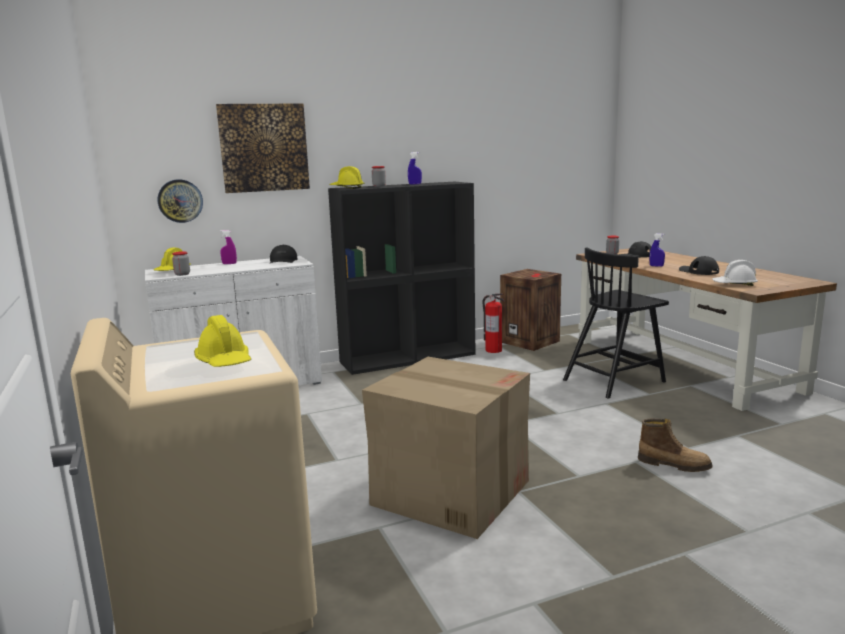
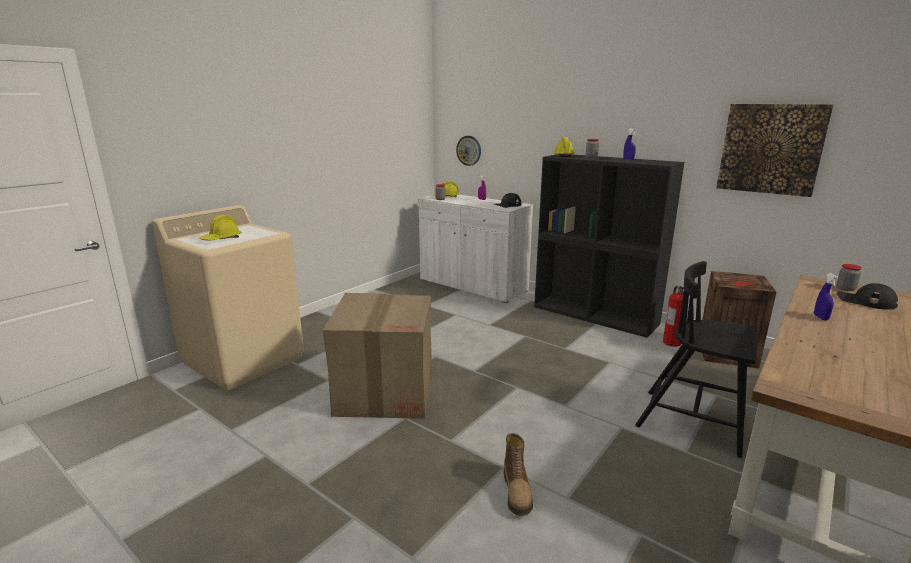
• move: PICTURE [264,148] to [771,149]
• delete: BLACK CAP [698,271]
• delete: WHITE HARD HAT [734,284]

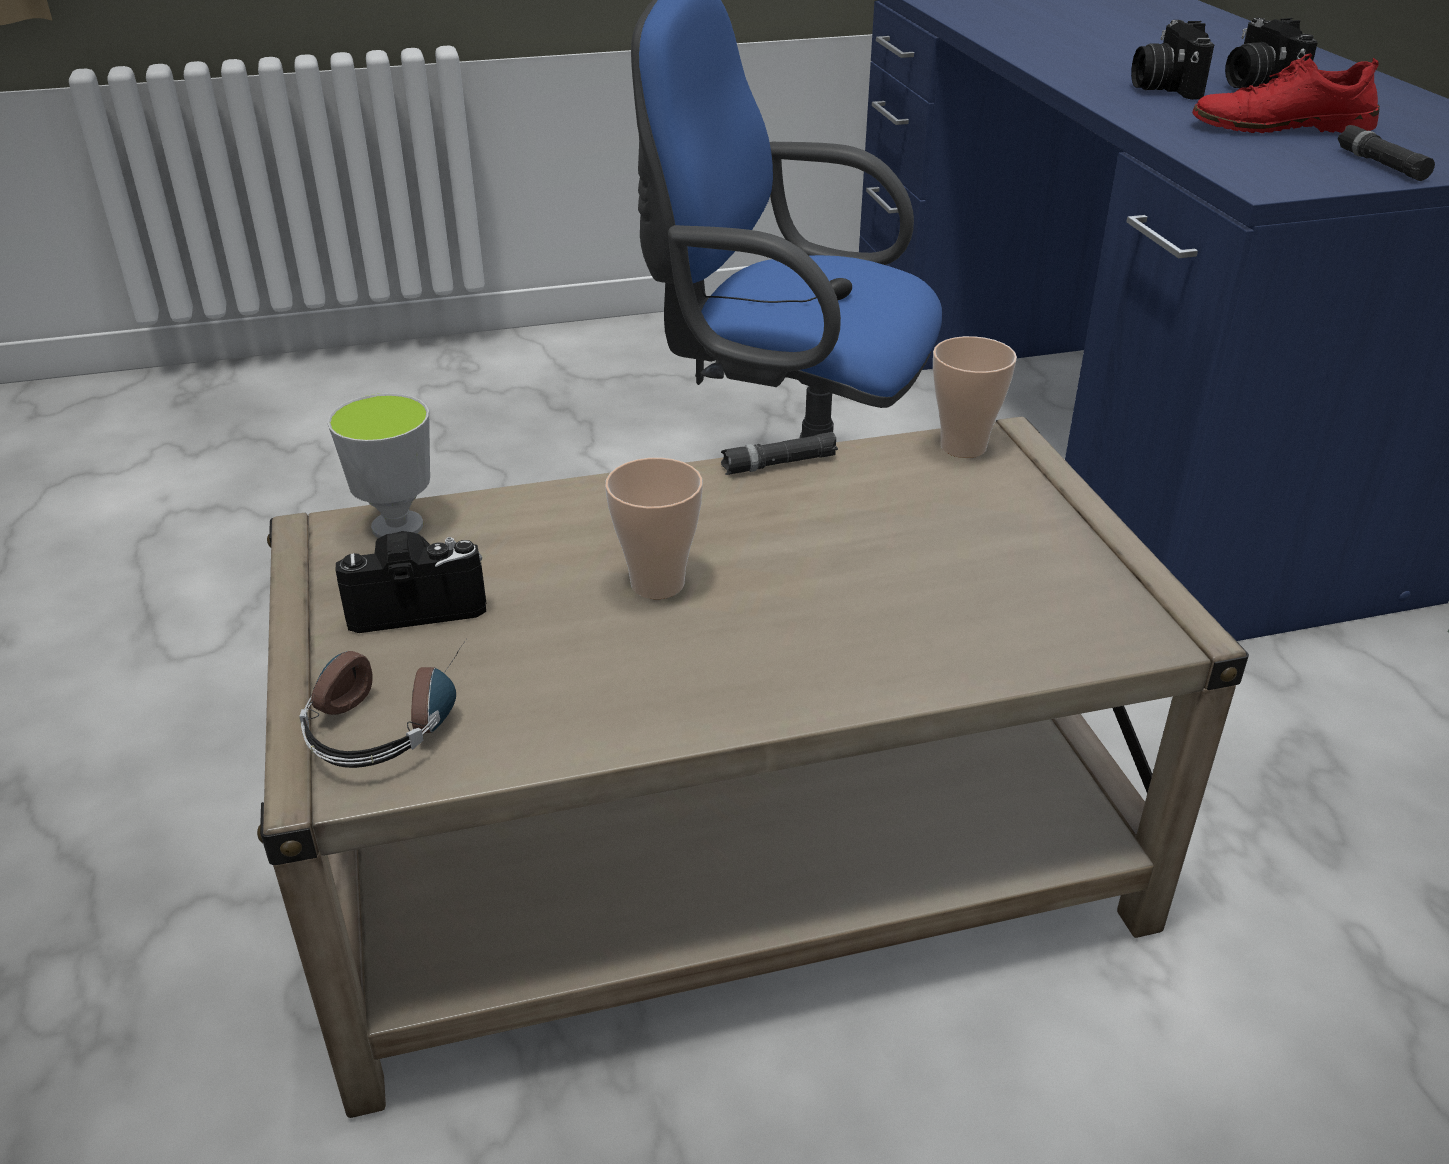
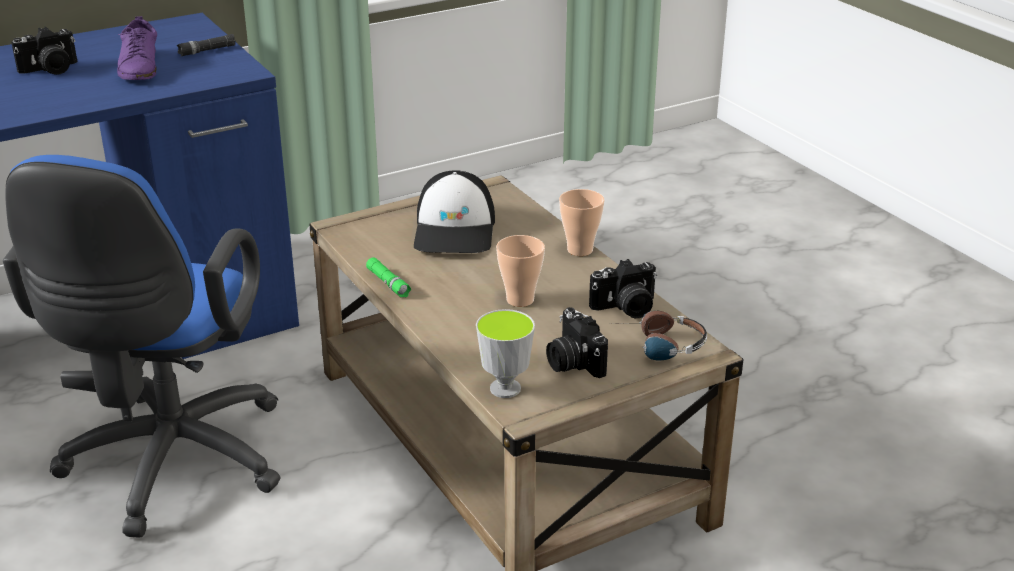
• recolor: RED SHOE [1281,126] to PURPLE SHOE [140,67]
• recolor: BLACK FLASHLIGHT [779,463] to GREEN FLASHLIGHT [388,283]
• insert: CAP [455,231]
• move: CUP [963,447] to [580,250]
• move: PHOTO CAMERA [1163,87] to [626,308]

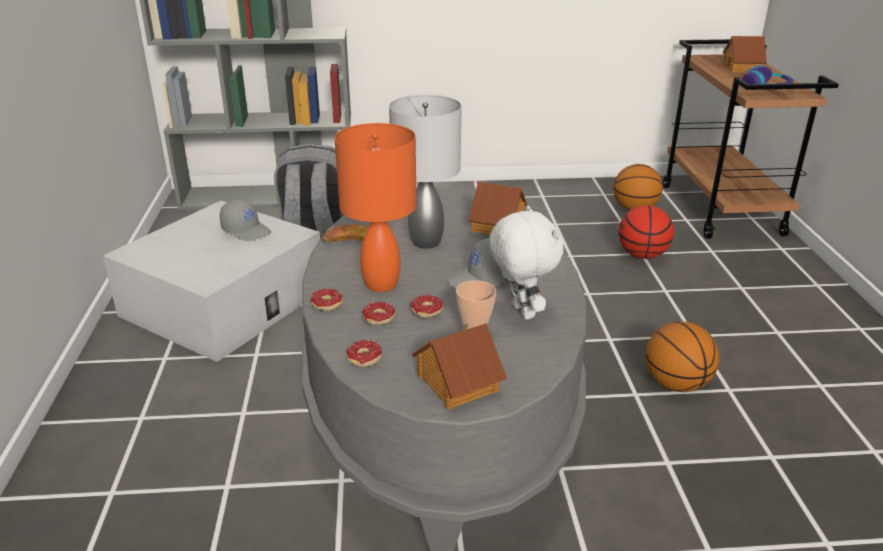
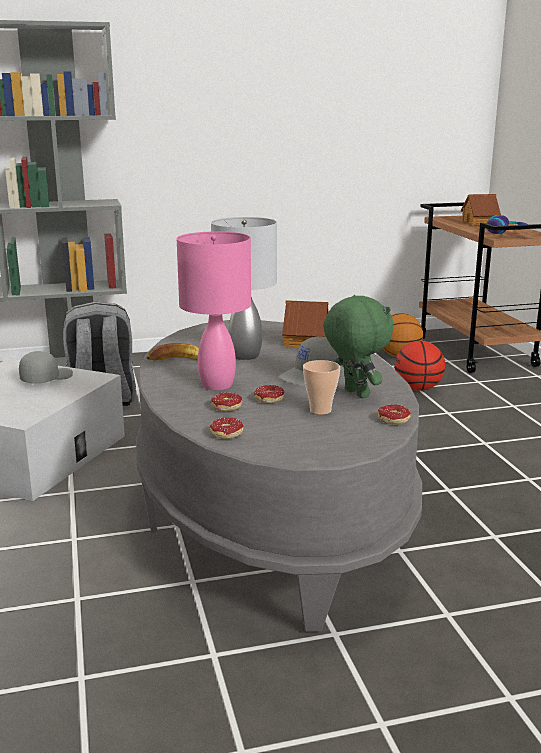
• rotate: GREY CAP [246,230] = [46,378] 75 degrees counterclockwise
• recolor: ORANGE TABLE LAMP [381,283] to PINK TABLE LAMP [217,384]
• recolor: WHITE PLUSH TOY [520,312] to GREEN PLUSH TOY [354,394]
• move: DONUT [323,307] to [392,422]
• delete: TOY HOUSE [456,383]
• delete: BASKETBALL [676,384]

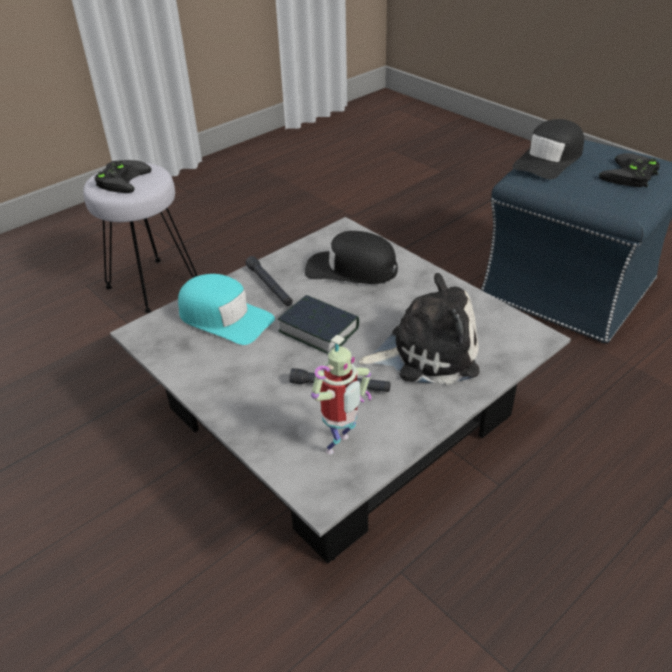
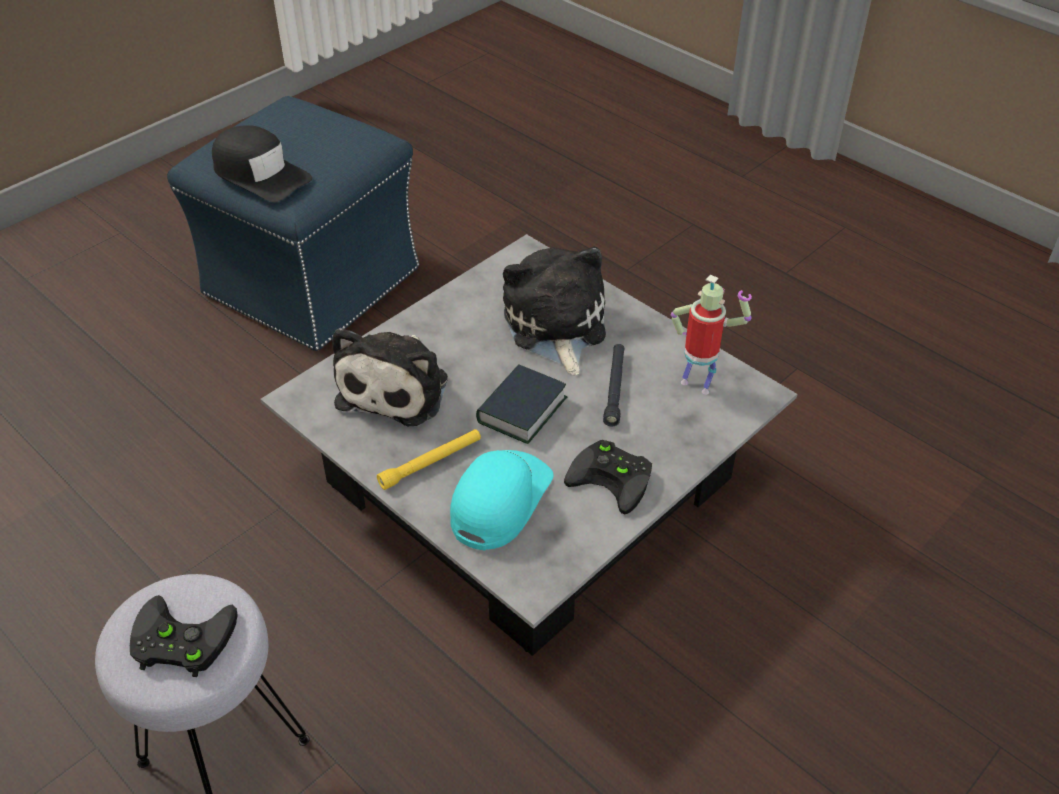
• replace: BLACK CAP [351,269] to PLUSH TOY [396,387]
• recolor: BLACK FLASHLIGHT [269,286] to YELLOW FLASHLIGHT [431,463]
• move: BLACK GAME CONTROLLER [631,176] to [614,478]

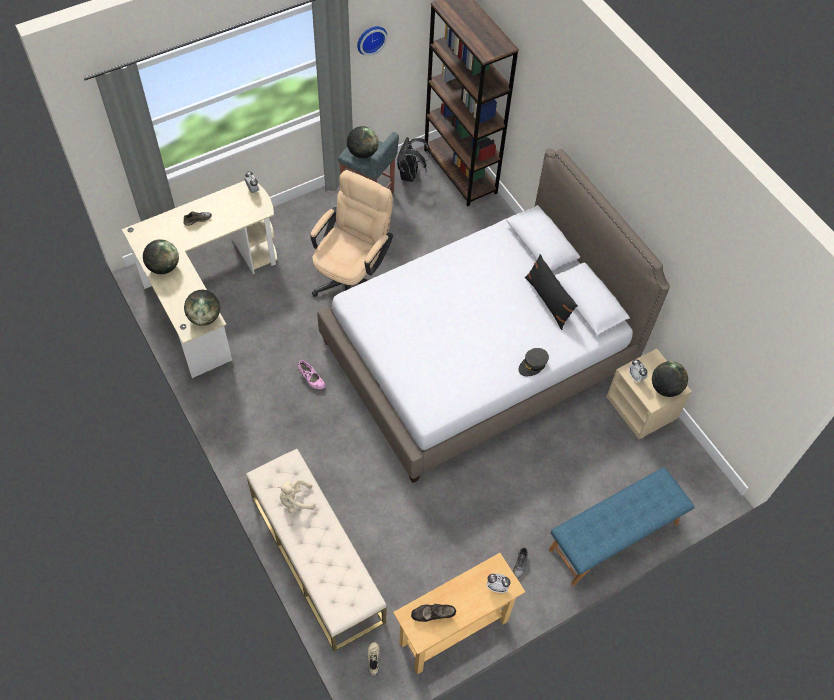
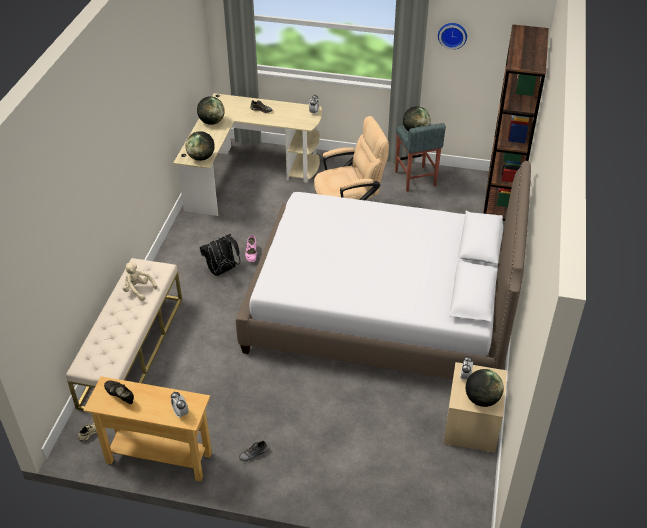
• move: BLACK BACKPACK [410,175] to [222,271]
• delete: GREY CAP [533,365]
• delete: BLACK PILLOW [548,301]
• delete: BLUE BENCH [614,537]

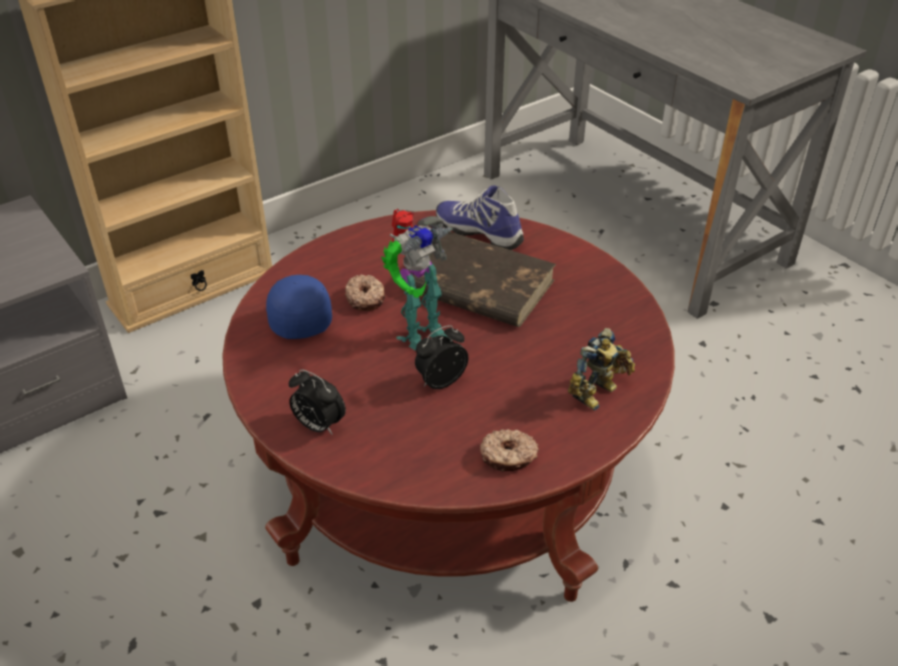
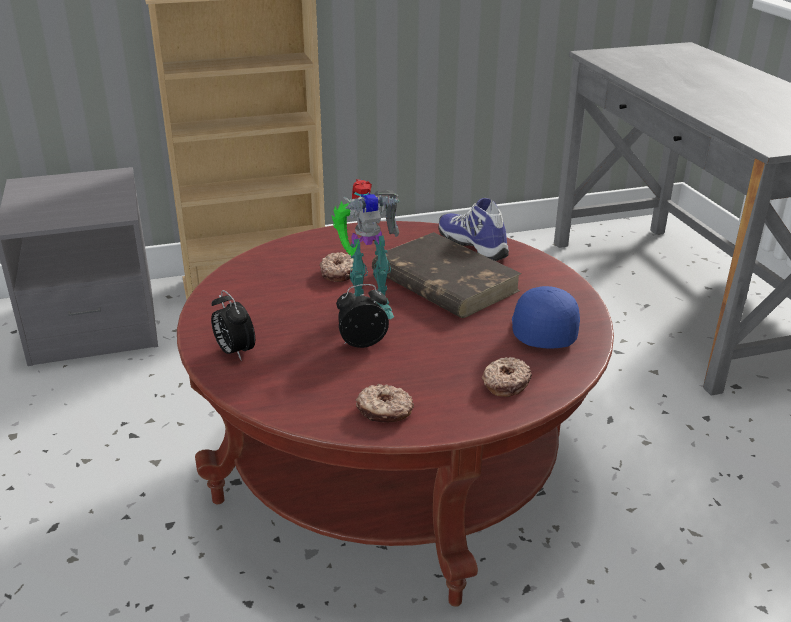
• replace: TOY ROBOT [599,394] to DONUT [505,383]
• move: BLUE CAP [297,315] to [541,329]

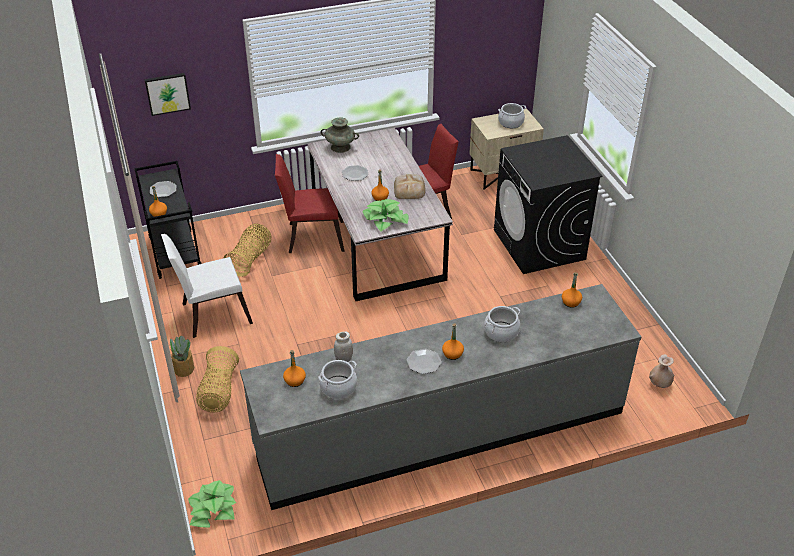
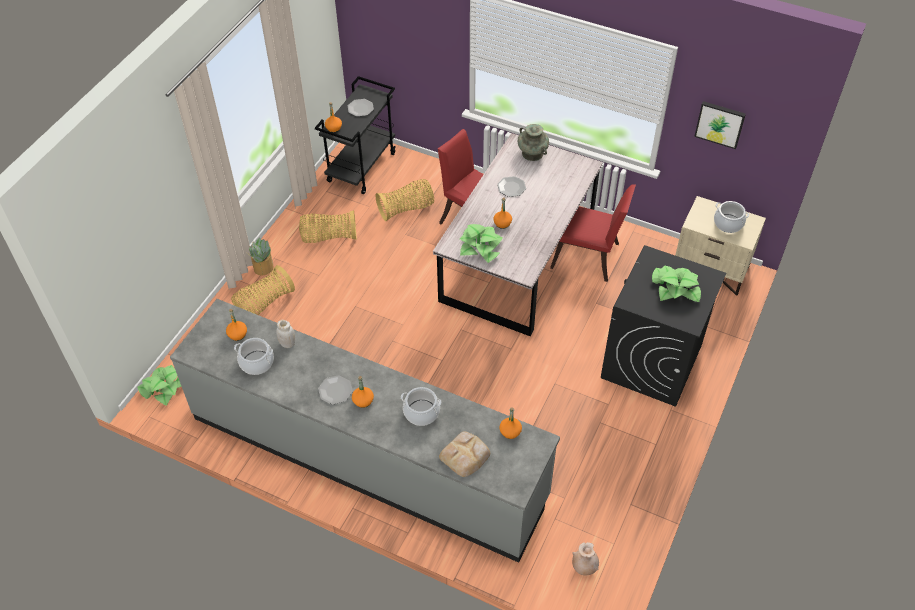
• replace: WHITE CHAIR [211,314] to BASKET [328,237]
• move: BREAD [409,189] to [465,455]
• insert: POTTED PLANT [675,288]
• move: PICTURE [167,93] to [720,124]

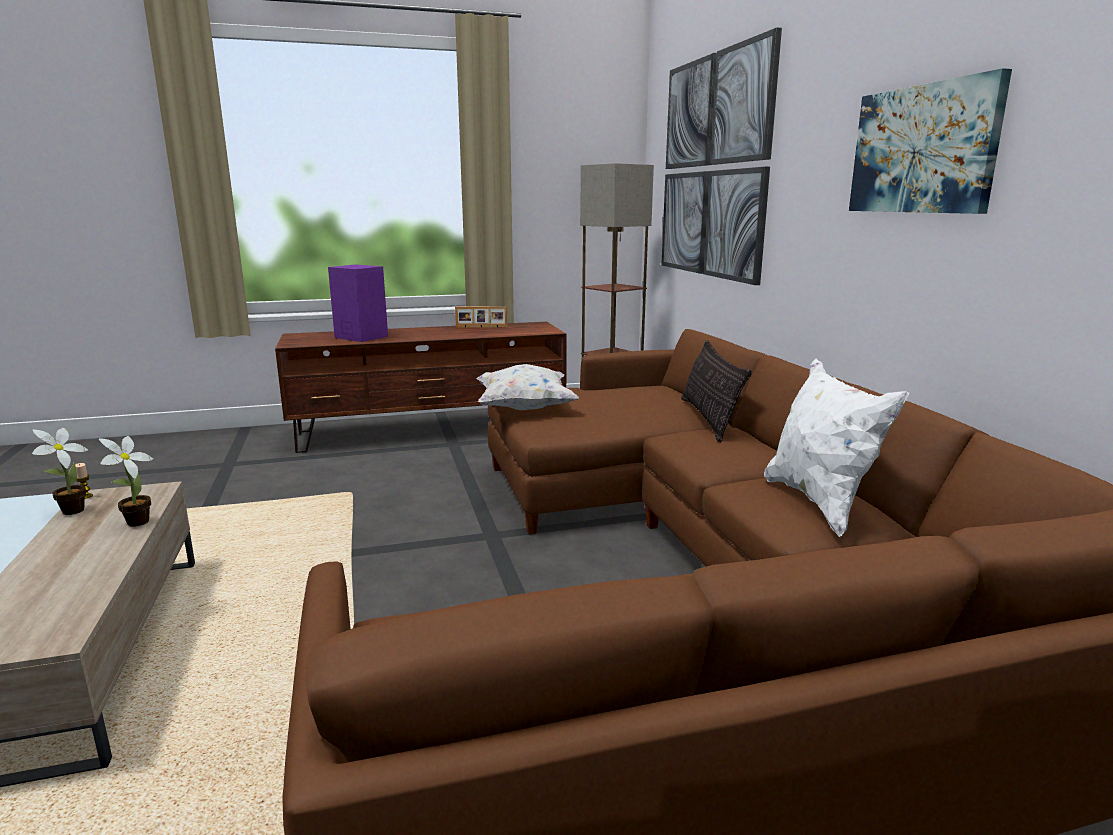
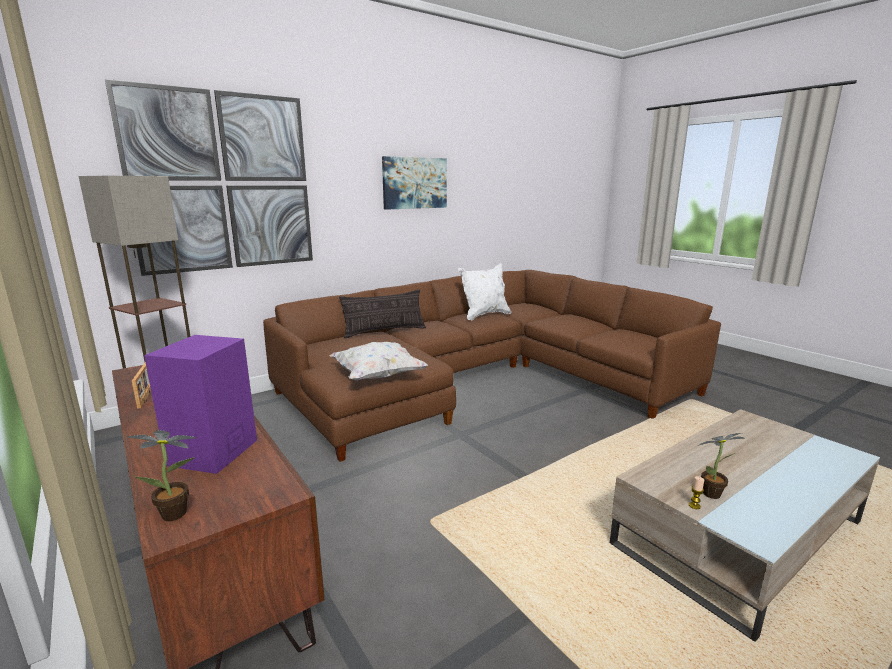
• move: POTTED PLANT [134,523] to [178,514]

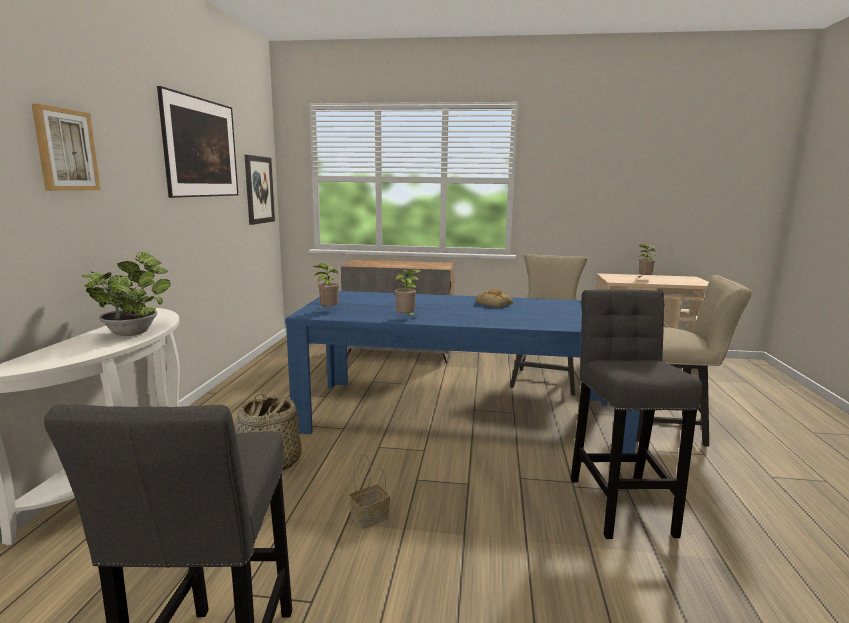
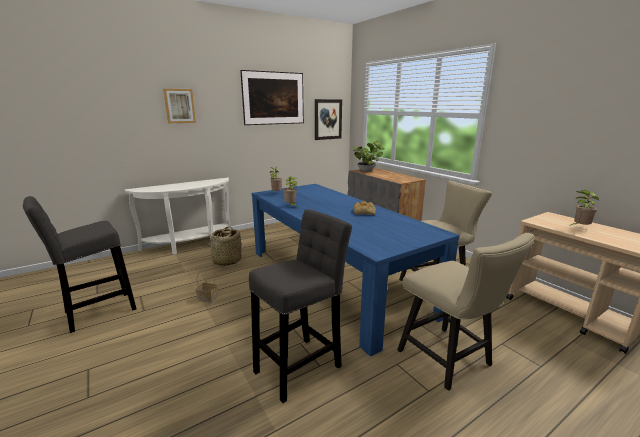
• move: POTTED PLANT [134,332] to [367,171]

